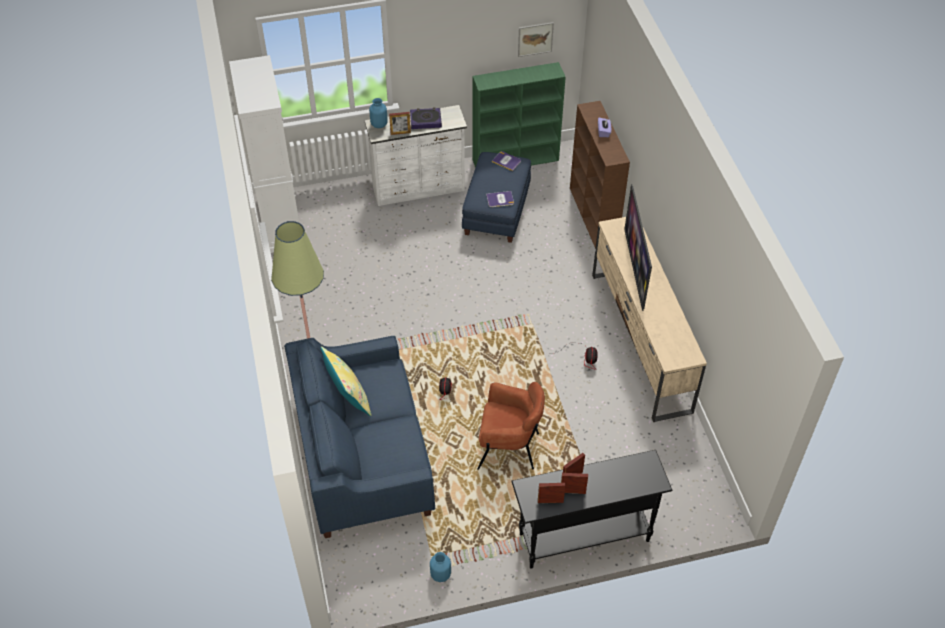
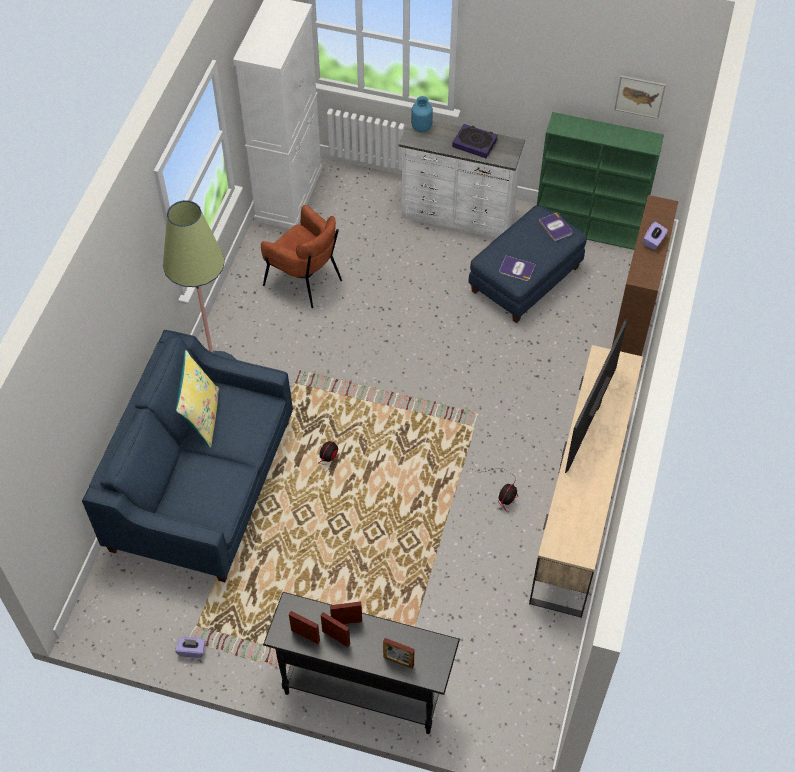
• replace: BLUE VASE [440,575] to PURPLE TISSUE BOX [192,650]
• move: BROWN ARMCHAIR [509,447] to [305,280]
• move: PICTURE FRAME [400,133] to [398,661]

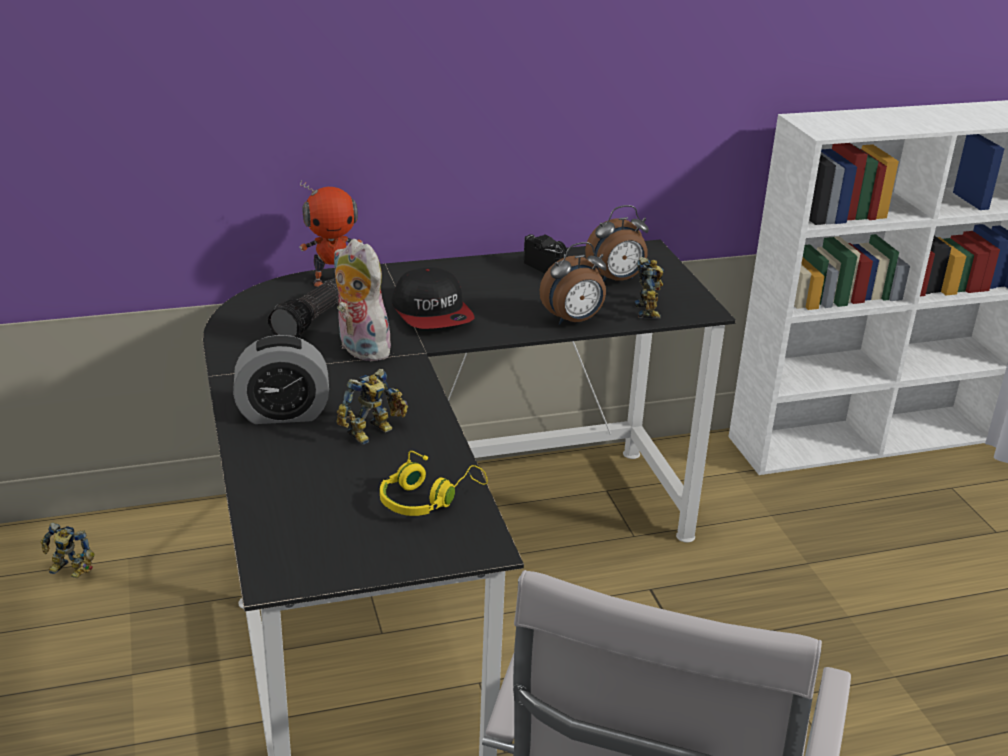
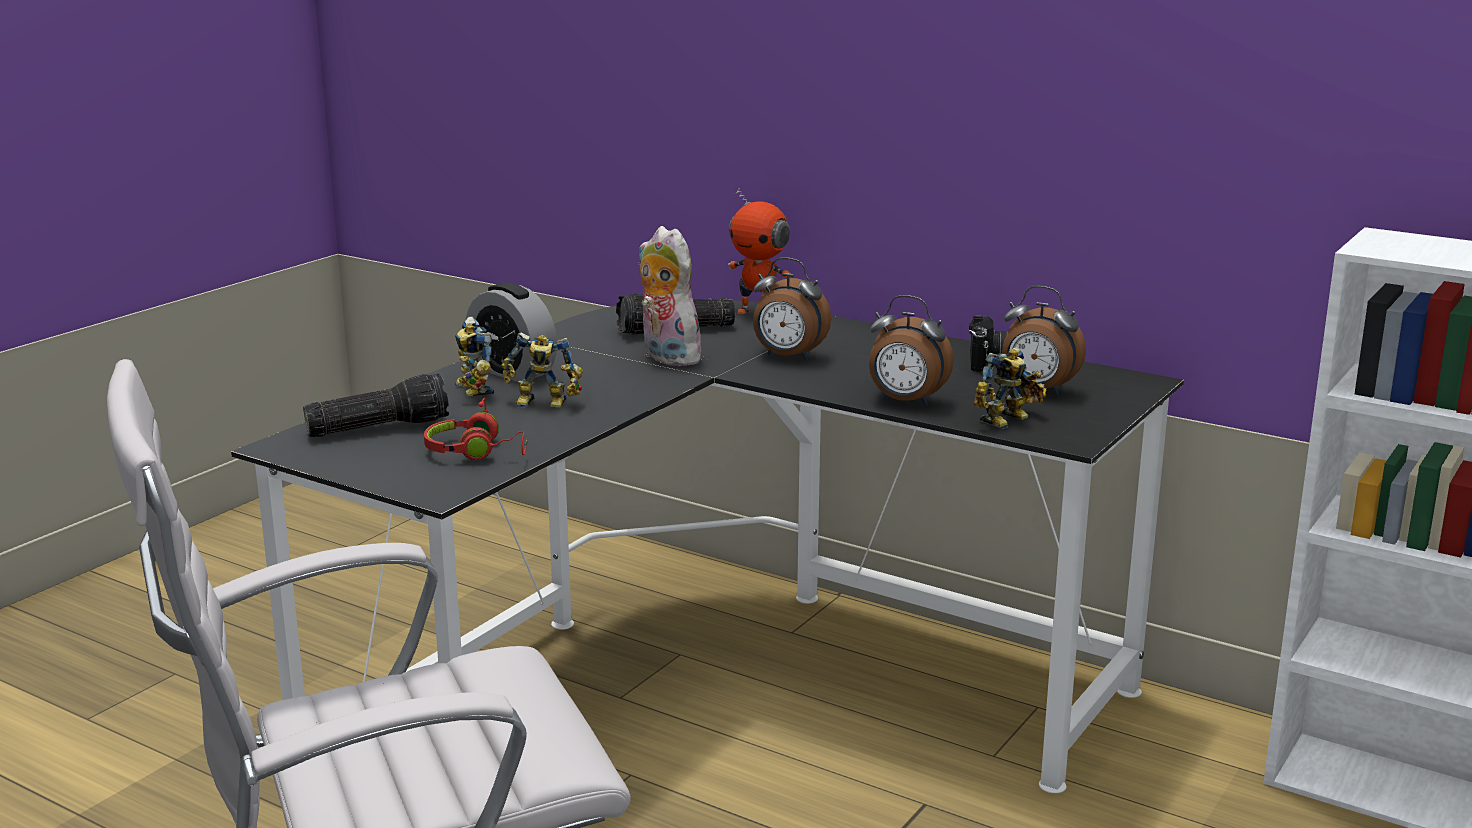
• insert: FLASHLIGHT [379,426]
• recolor: YELLOW HEADPHONES [427,499] to RED HEADPHONES [477,452]
• move: TOY ROBOT [68,572] to [470,390]
• rotate: PLUSH TOY [359,349] = [666,357] 45 degrees counterclockwise
• replace: CAP [432,313] to ALARM CLOCK [788,356]

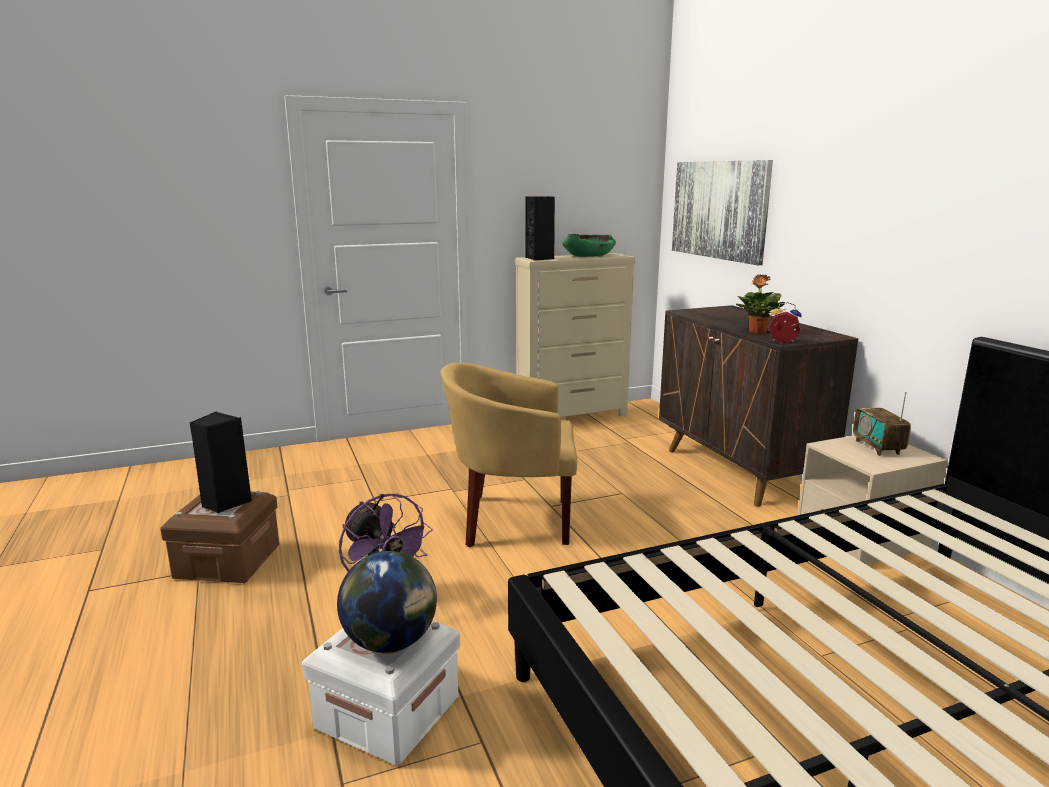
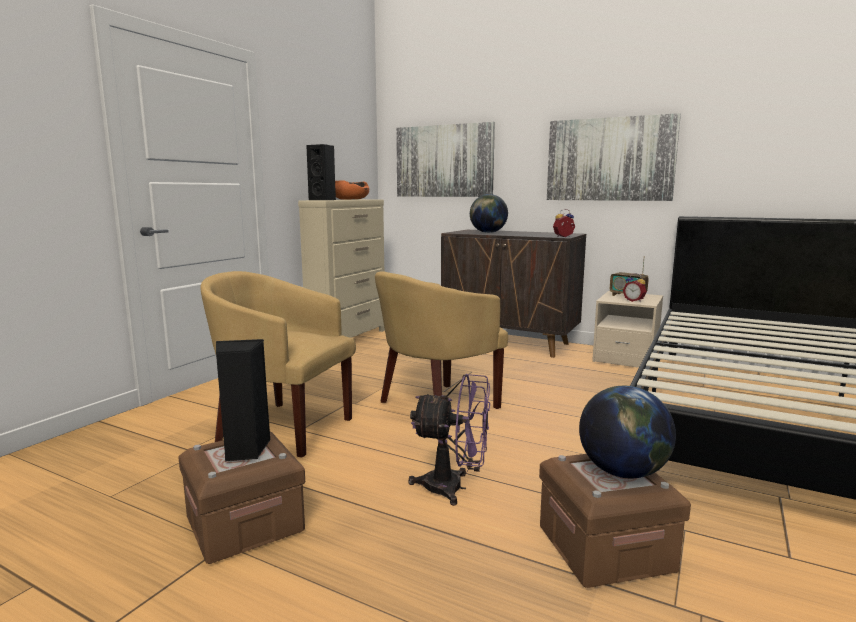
• insert: YELLOW ARMCHAIR [282,428]
• recolor: GREEN BOWL [589,256] to ORANGE BOWL [351,199]
• insert: GLOBE [488,232]
• recolor: WHITE STORAGE BOX [387,711] to BROWN STORAGE BOX [605,548]
• insert: PICTURE [609,159]
• insert: ALARM CLOCK [634,301]
• delete: POTTED PLANT [757,332]

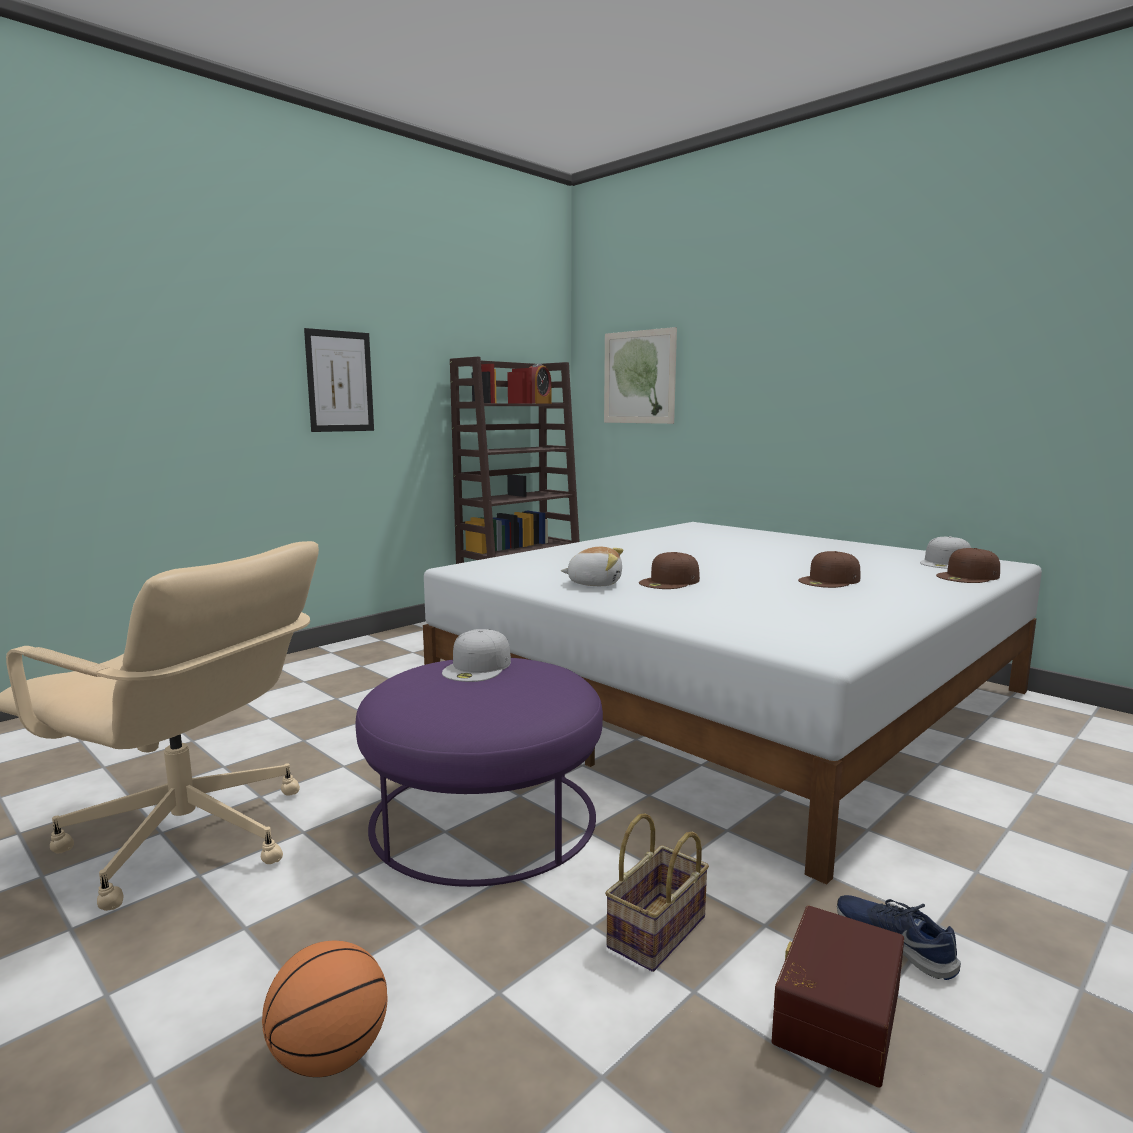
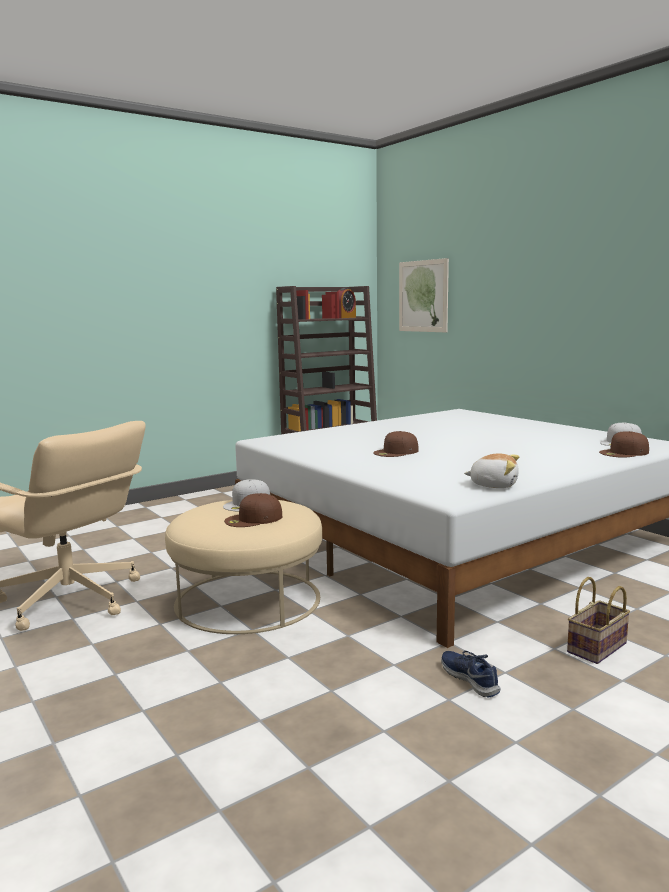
• recolor: PURPLE OTTOMAN [484,816] to BEIGE OTTOMAN [248,599]
• move: BROWN CAP [830,580] to [253,519]
• move: PLUSH TOY [594,583] to [493,485]
• move: BASKET [657,934] to [597,649]
• delete: BASKETBALL [330,1056]
• delete: PICTURE [340,381]
• delete: BROWN STORAGE BOX [833,1013]

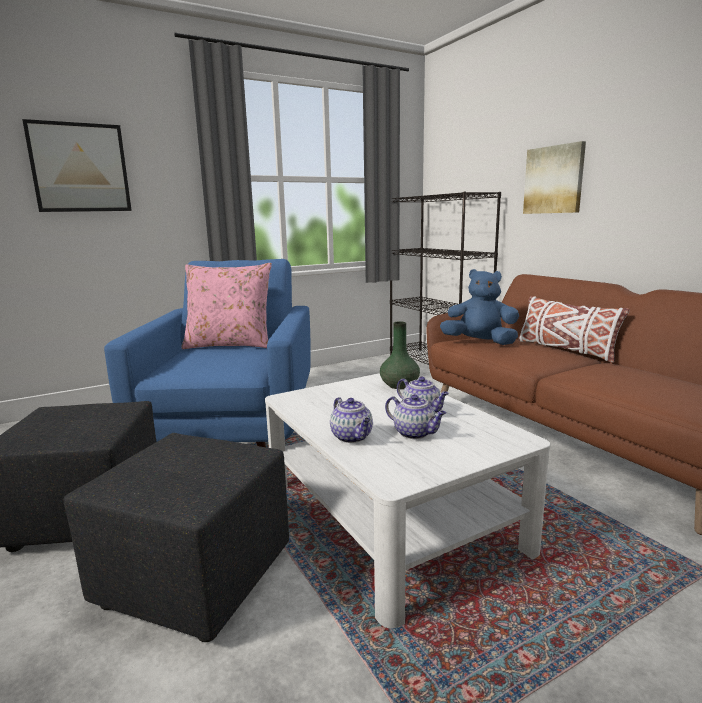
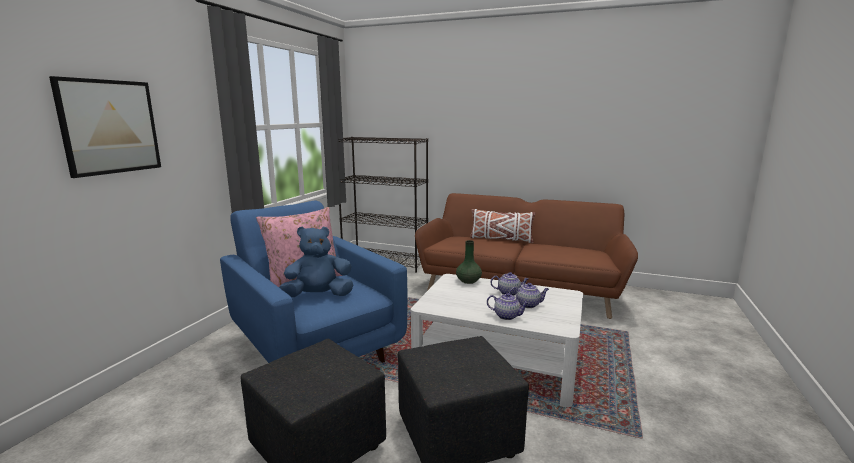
• move: BLUE PLUSH TOY [480,342] to [318,296]
• delete: PICTURE [554,180]

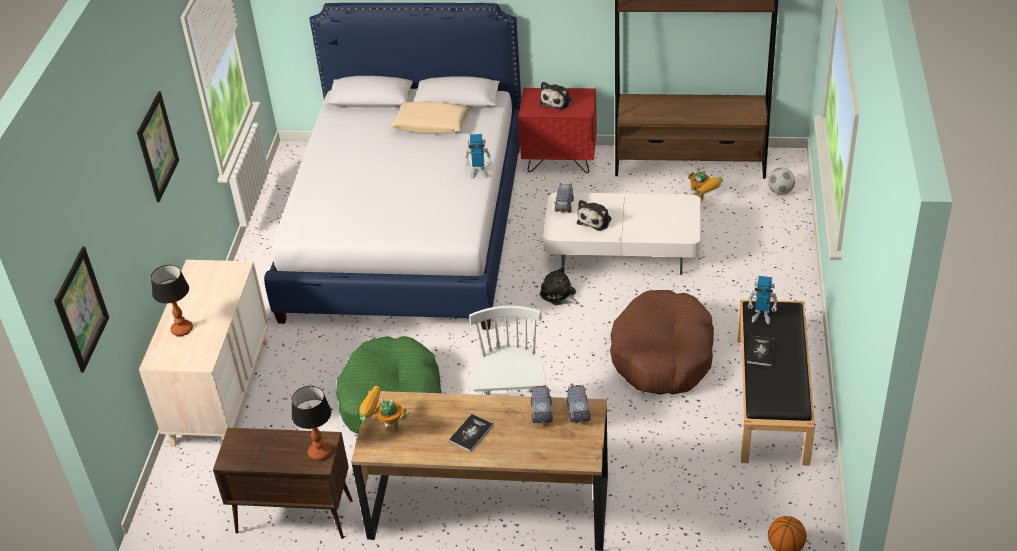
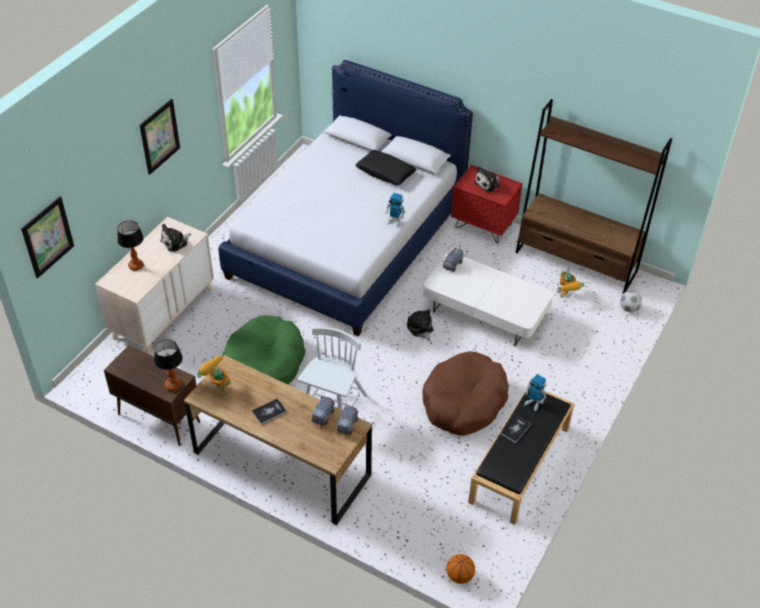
• move: PLUSH TOY [595,220] to [175,242]
• recolor: BEIGE PILLOW [431,125] to BLACK PILLOW [385,172]

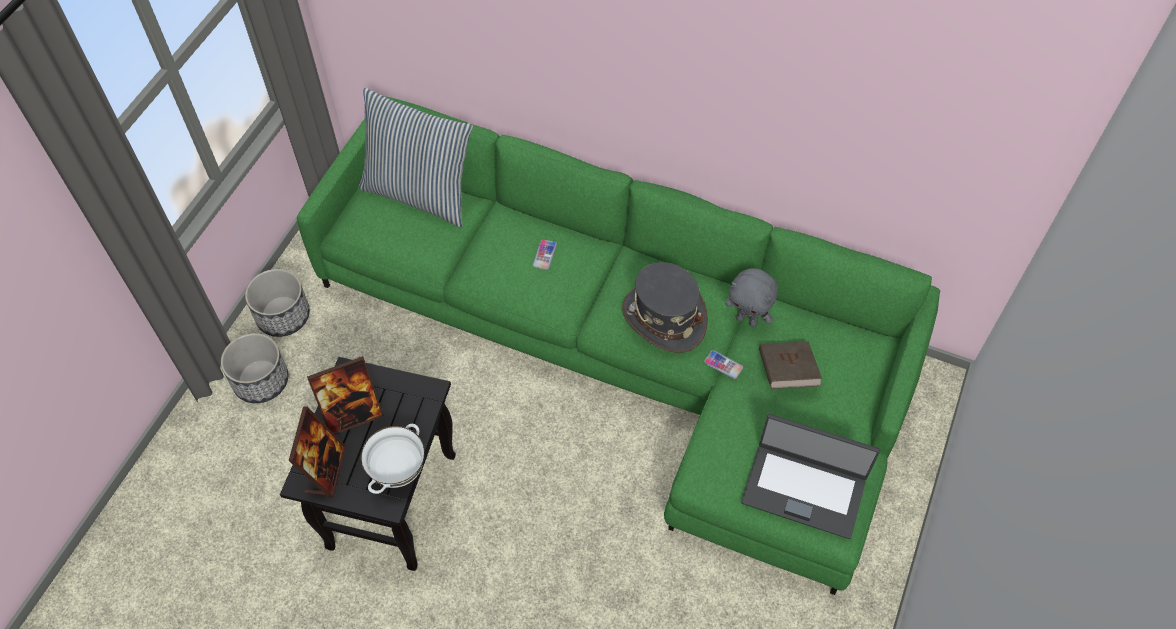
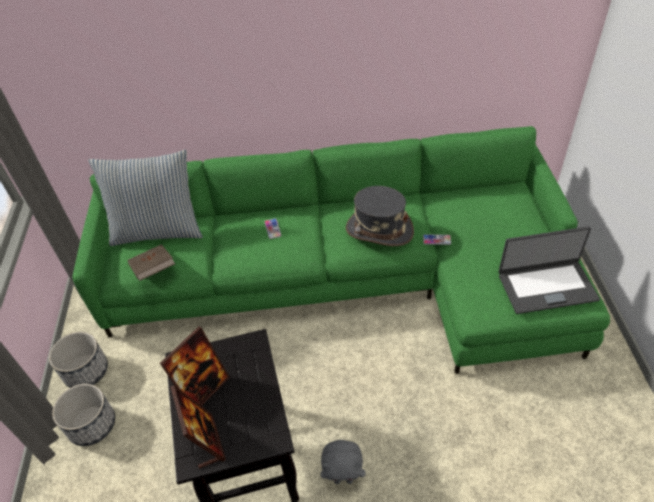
• move: BROWN BOOK [786,373] to [154,270]
• move: GREY PLUSH TOY [747,320] to [343,479]
• delete: WHITE BOWL [398,471]

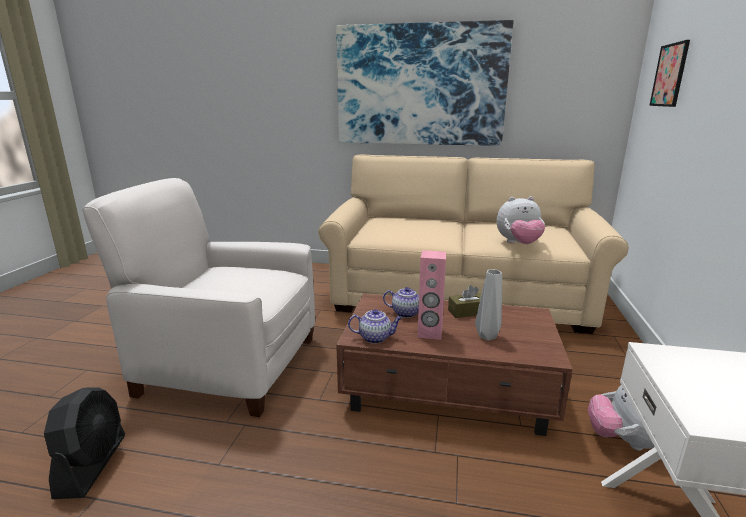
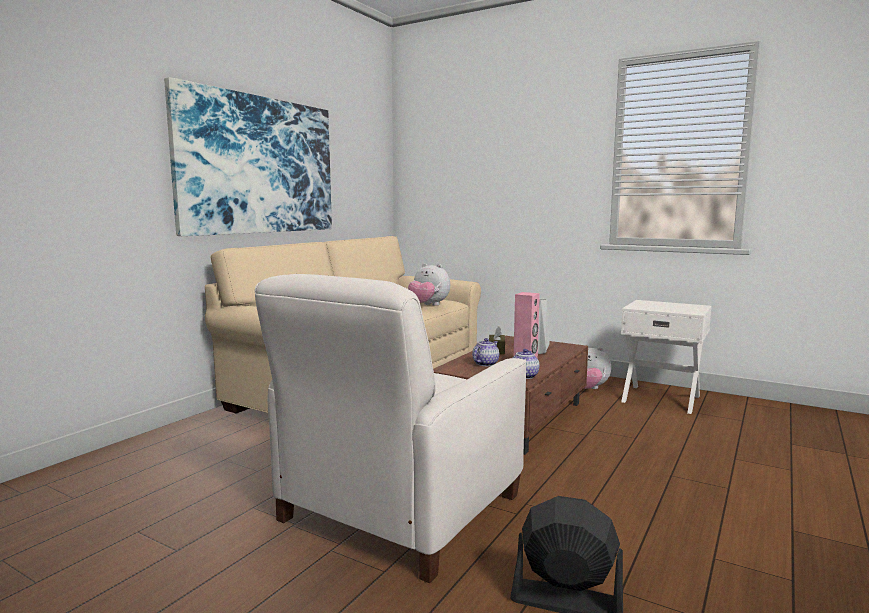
• rotate: PLUSH TOY [518,244] = [428,305] 105 degrees clockwise
• delete: PICTURE [669,75]

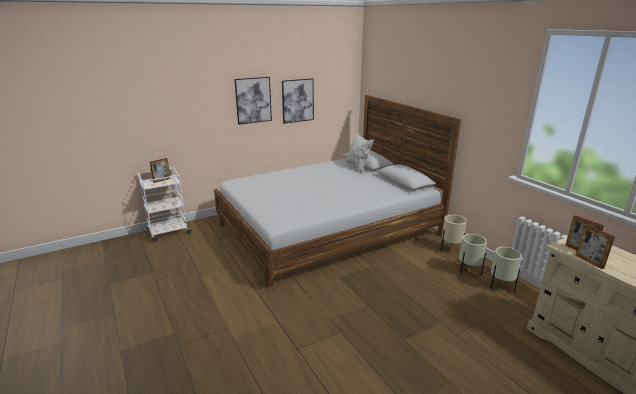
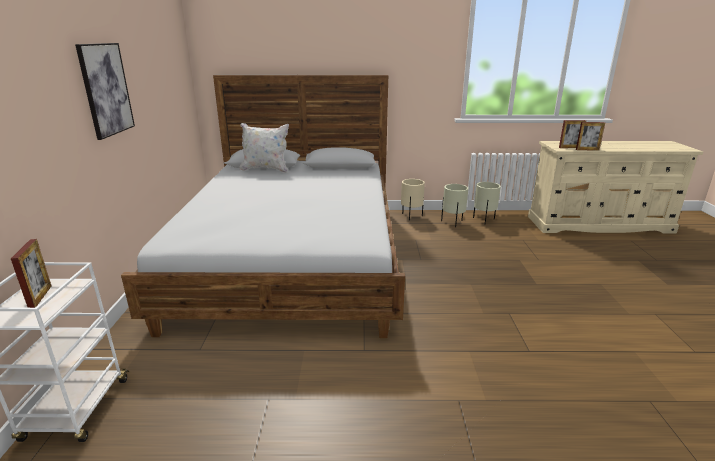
• delete: PICTURE [297,100]

